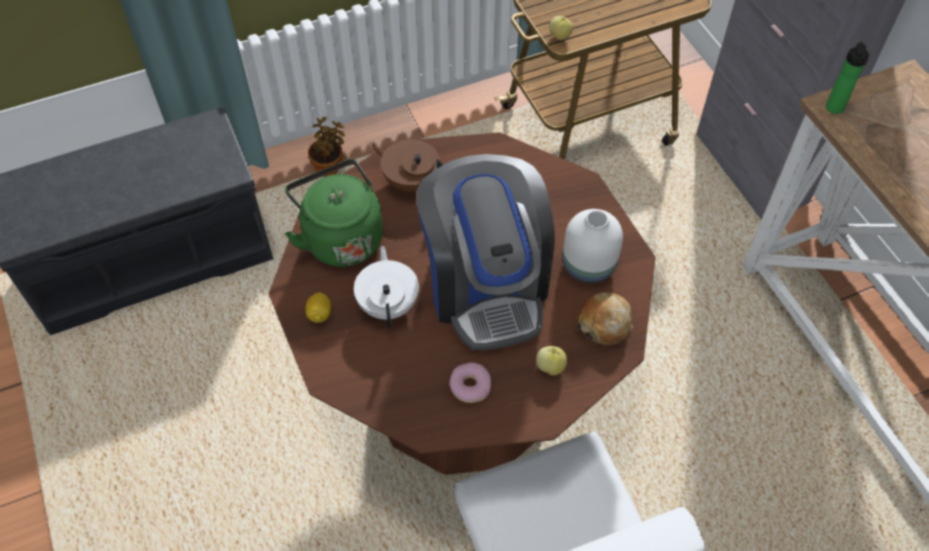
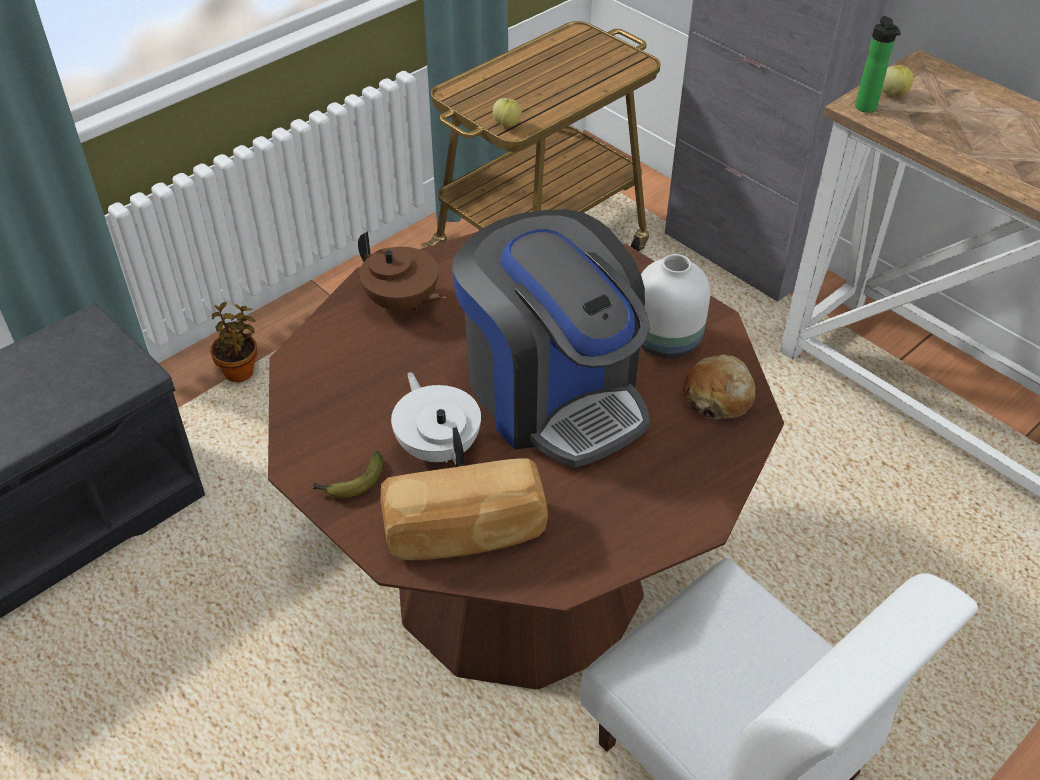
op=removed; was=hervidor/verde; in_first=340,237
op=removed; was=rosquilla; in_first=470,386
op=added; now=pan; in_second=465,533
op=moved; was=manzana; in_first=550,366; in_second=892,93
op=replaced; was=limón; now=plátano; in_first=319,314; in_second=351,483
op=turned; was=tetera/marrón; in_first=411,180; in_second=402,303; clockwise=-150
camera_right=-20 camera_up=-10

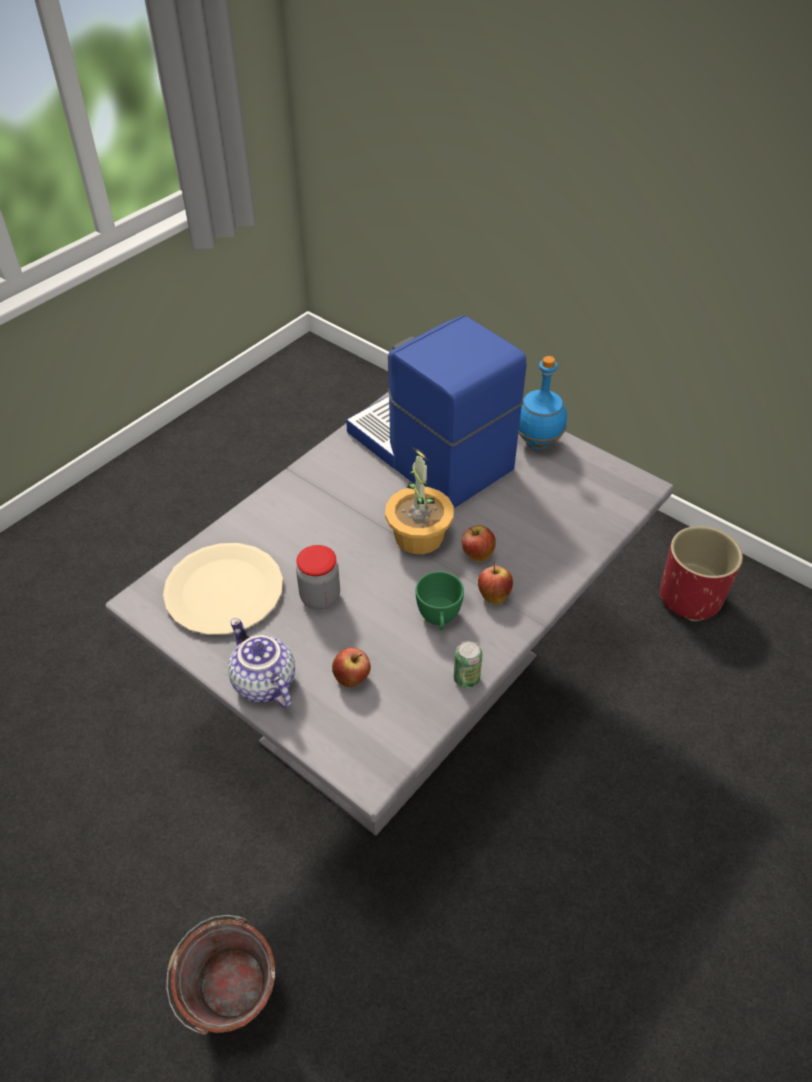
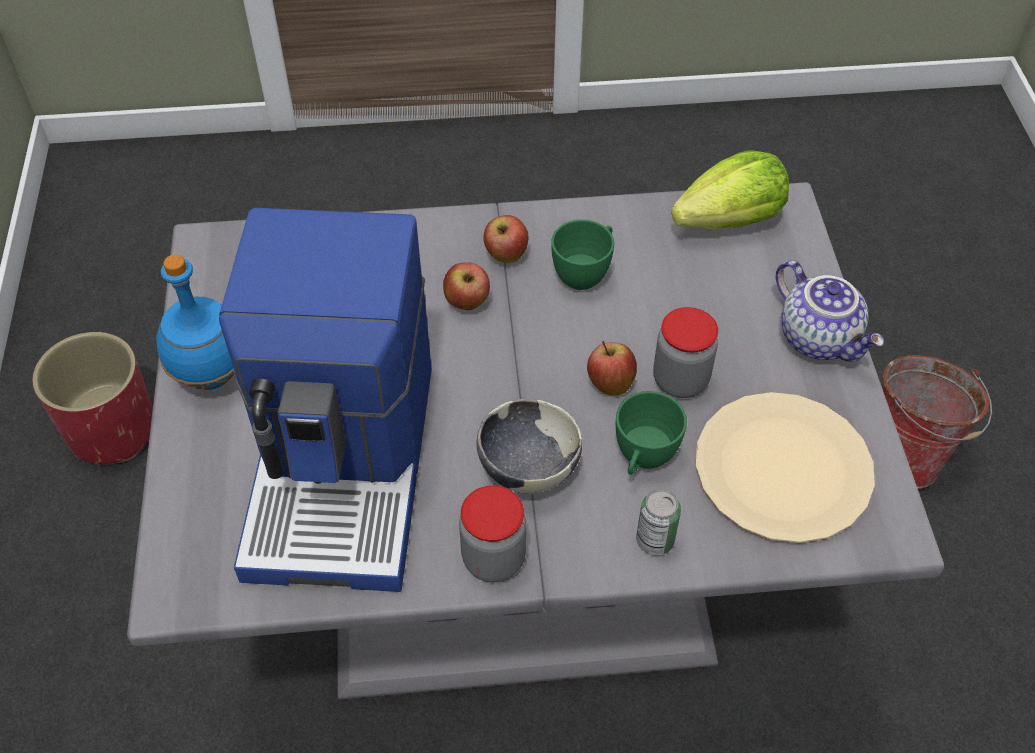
op=removed; was=planta en maceta; in_first=418,536
op=added; now=tarro; in_second=493,559
op=added; now=cuenco; in_second=528,468
op=added; now=taza/verde; in_second=643,459
op=added; now=lechuga; in_second=730,221
op=moved; was=manzana; in_first=352,679; in_second=610,383
op=moved; was=lata; in_first=466,679; in_second=655,540
op=turned; was=tetera; in_first=262,683; in_second=820,338; clockwise=-45
camera_right=-135 camera_up=5

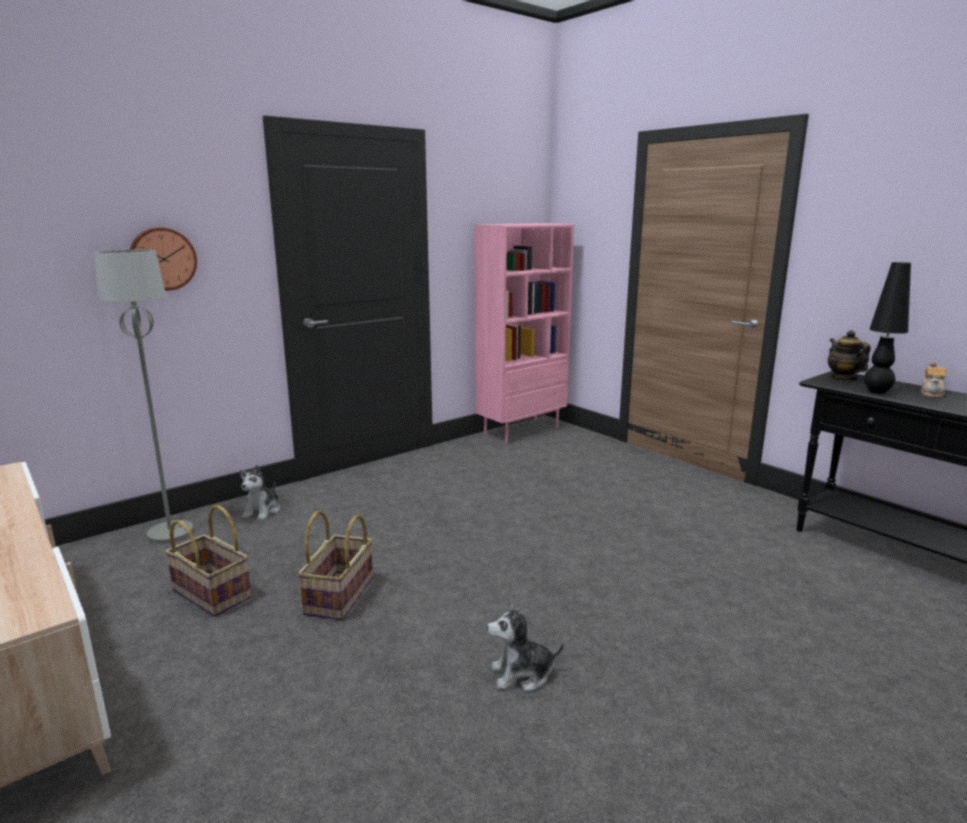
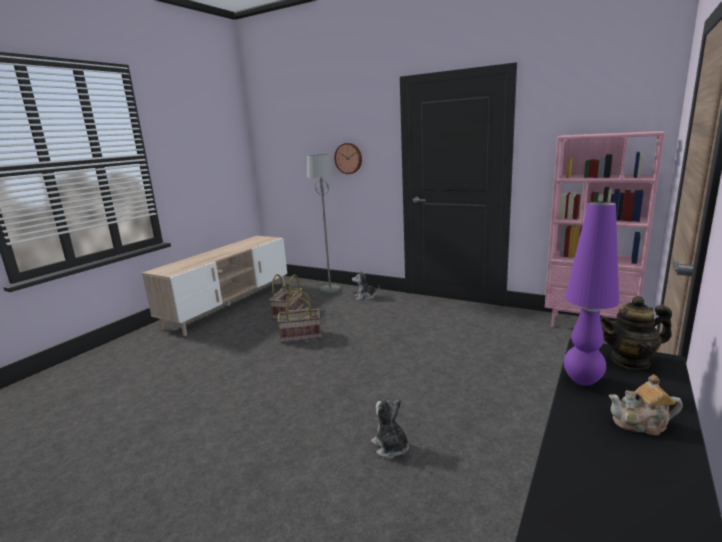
op=moved; was=peluche; in_first=522,674; in_second=391,447
op=recoloured; was=lámpara de mesa/negro; now=lámpara de mesa/morado; in_first=876,391; in_second=582,380
op=turned; was=tetera; in_first=843,378; in_second=630,361; clockwise=-150
camera_right=70 camera_up=0

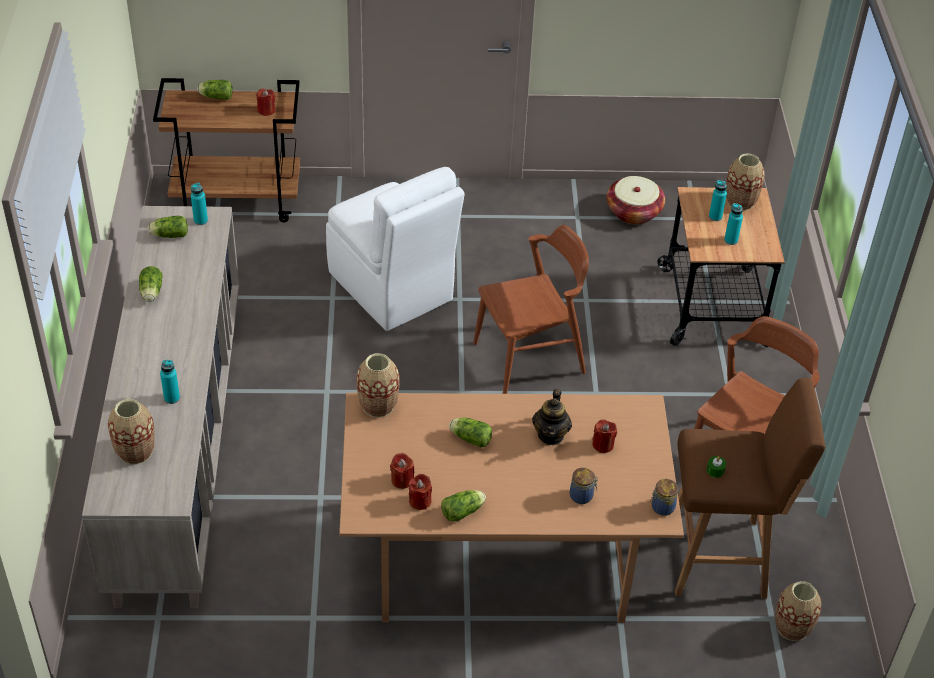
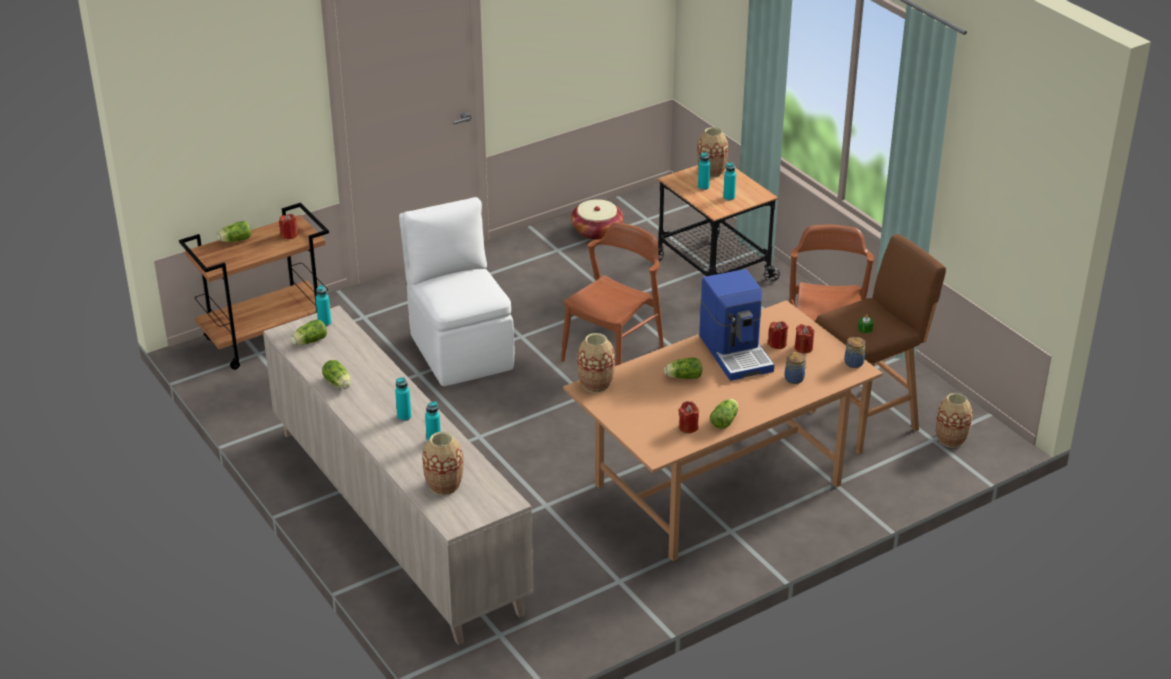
op=added; now=botella/turquesa; in_second=404,417
op=moved; was=vela/rojo; in_first=402,480; in_second=803,348
op=replaced; was=tetera; now=cafetera; in_first=551,435; in_second=736,352
op=turned; was=silla/blanco; in_first=392,288; in_second=460,350; clockwise=-135
camera_right=-30 camera_up=-10

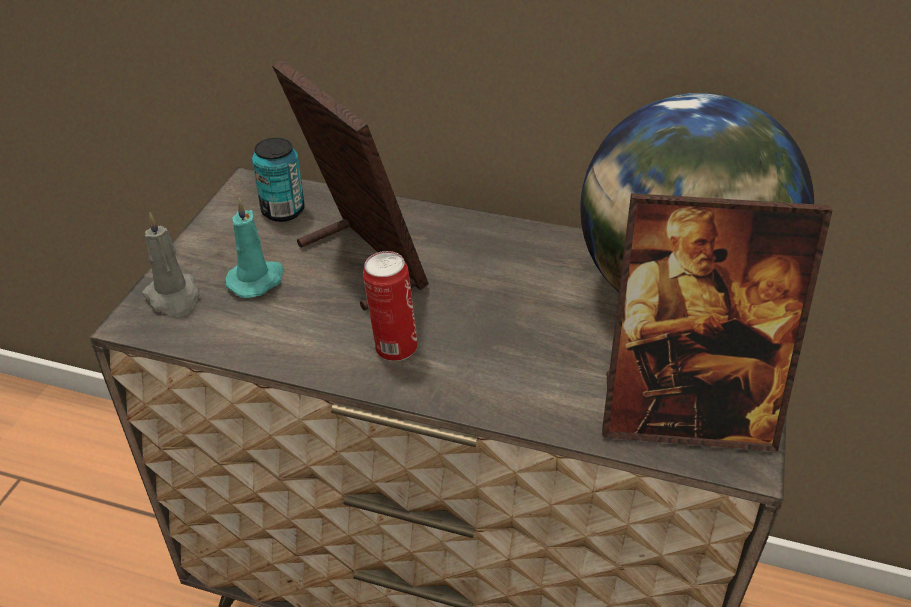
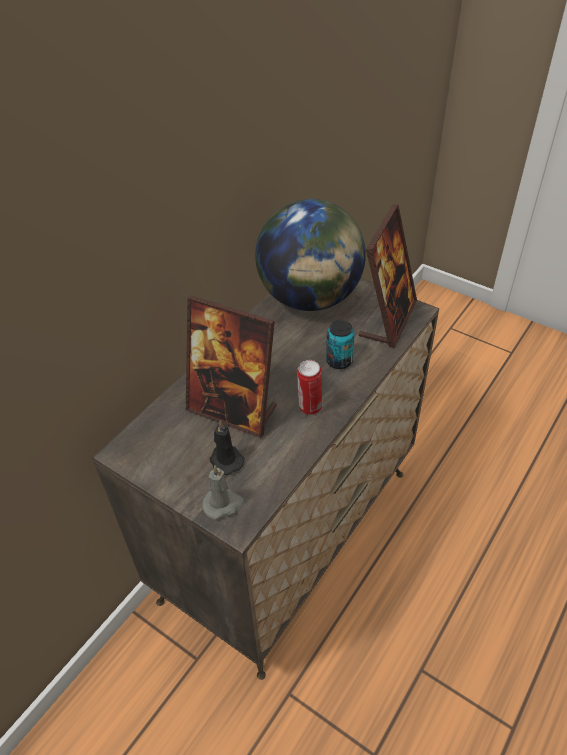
op=moved; was=lata; in_first=283,211; in_second=339,361
op=recoloured; was=vela/turquesa; now=vela/negro; in_first=257,280; in_second=225,460
op=turned; was=portarretratos; in_first=359,263; in_second=233,410; clockwise=-135
camera_right=-70 camera_up=5

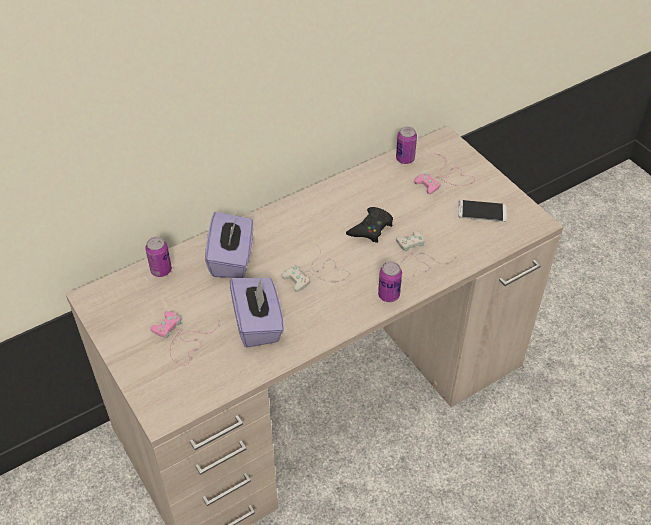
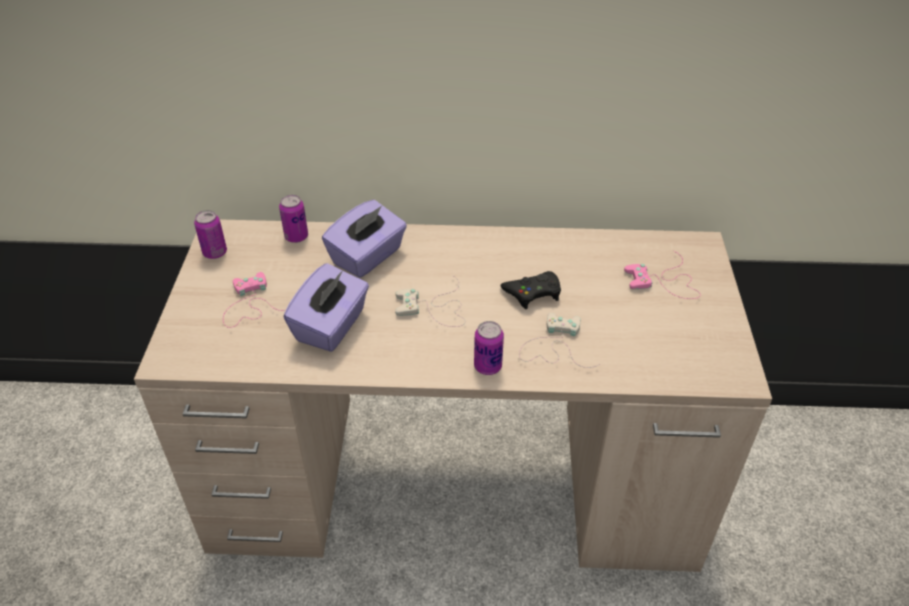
op=removed; was=móvil; in_first=482,211
op=moved; was=lata; in_first=405,159; in_second=215,253
camera_right=35 camera_up=-5

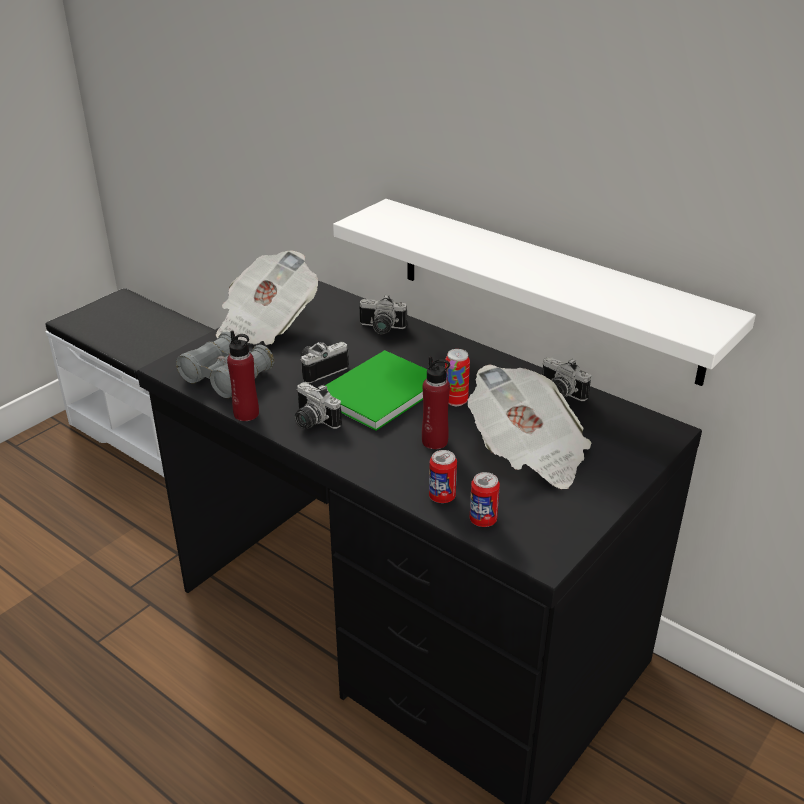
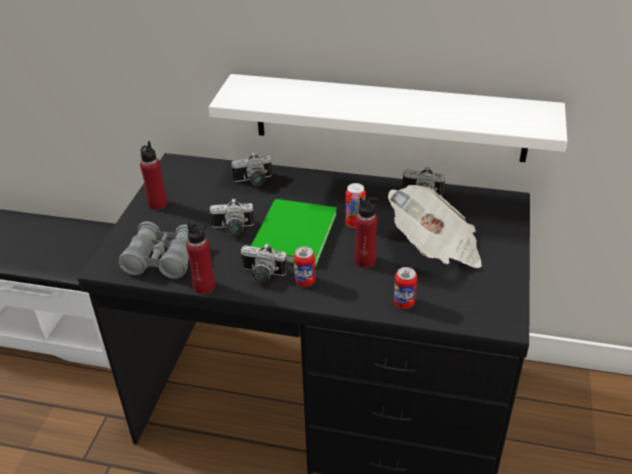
op=moved; was=lata; in_first=483,520; in_second=305,281
op=replaced; was=periódico; now=botella/rojo; in_first=266,324; in_second=157,204
op=turned; was=cámara; in_first=320,369; in_second=232,229; clockwise=-120
camera_right=-25 camera_up=5

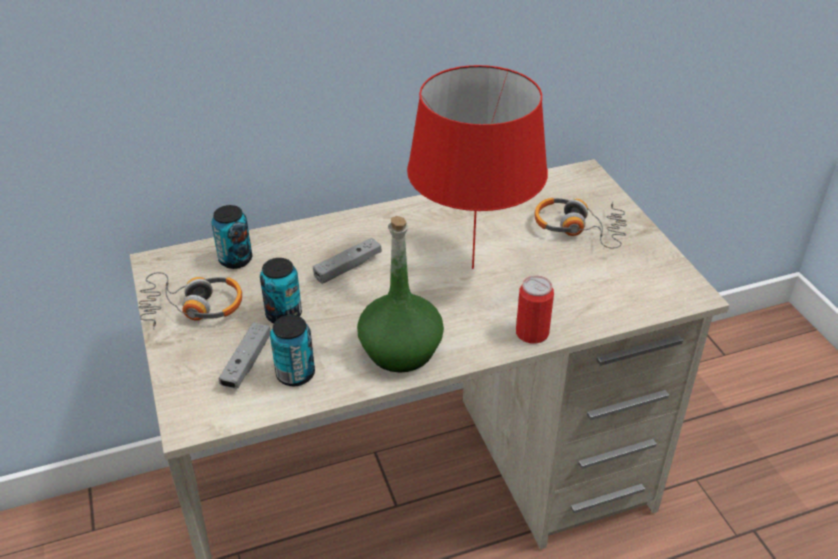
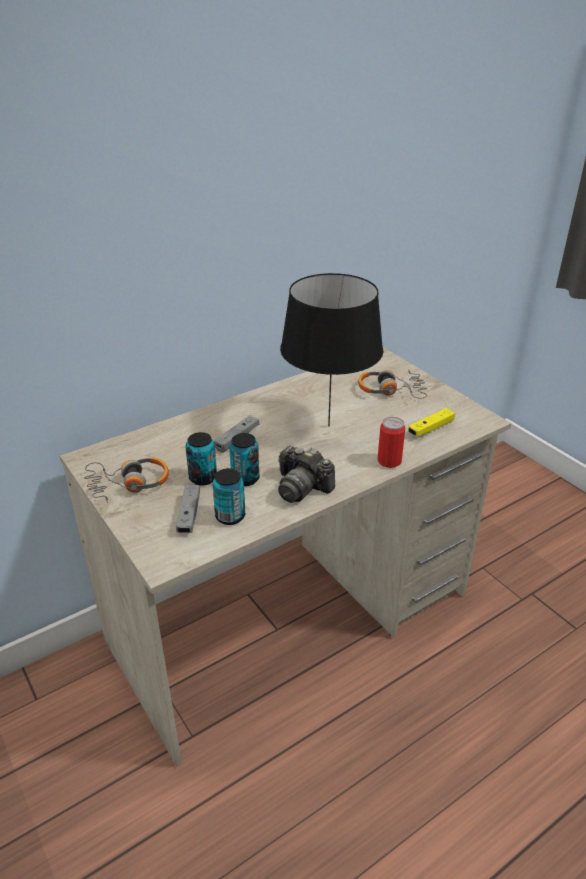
op=added; now=mando de consola/amarillo; in_second=430,428
op=moved; was=lata; in_first=235,260; in_second=245,479
op=replaced; was=botella/verde; now=cámara; in_first=401,350; in_second=302,487
op=recoloured; was=lámpara de mesa/rojo; now=lámpara de mesa/negro; in_first=474,268; in_second=330,426
camera_right=-15 camera_up=-5

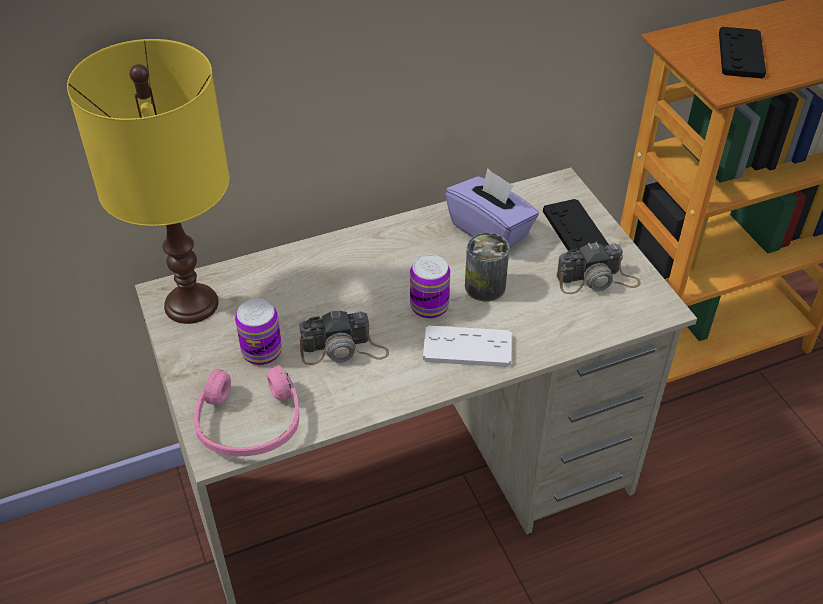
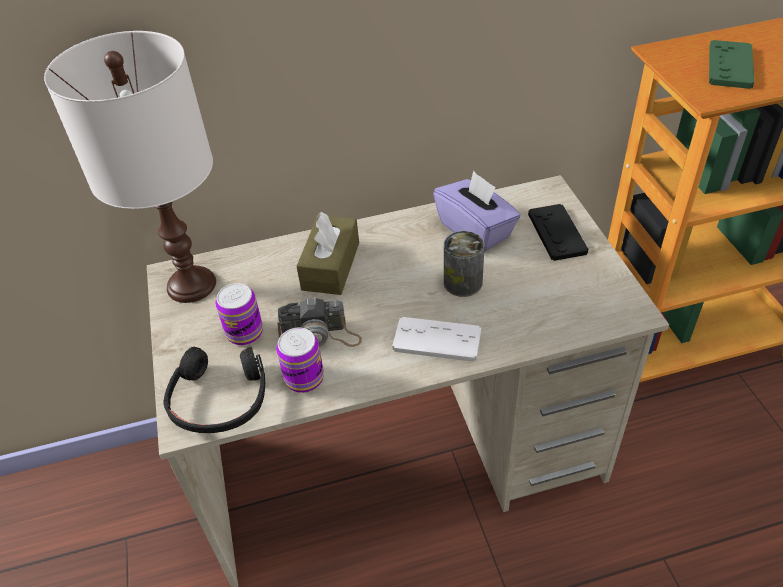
op=removed; was=cámara; in_first=597,280
op=added; now=caja de pañuelos/marrón; in_second=331,266
op=moved; was=lata; in_first=429,306; in_second=304,378
op=recoloured; was=lámpara de mesa/amarillo; now=lámpara de mesa/blanco; in_first=190,303; in_second=191,284
op=recoloured; was=auriculares/rosa; now=auriculares/negro; in_first=249,422; in_second=219,399
op=recoloured; was=mando de consola/negro; now=mando de consola/verde; in_first=741,54; in_second=730,66
camera_right=10 camera_up=0

